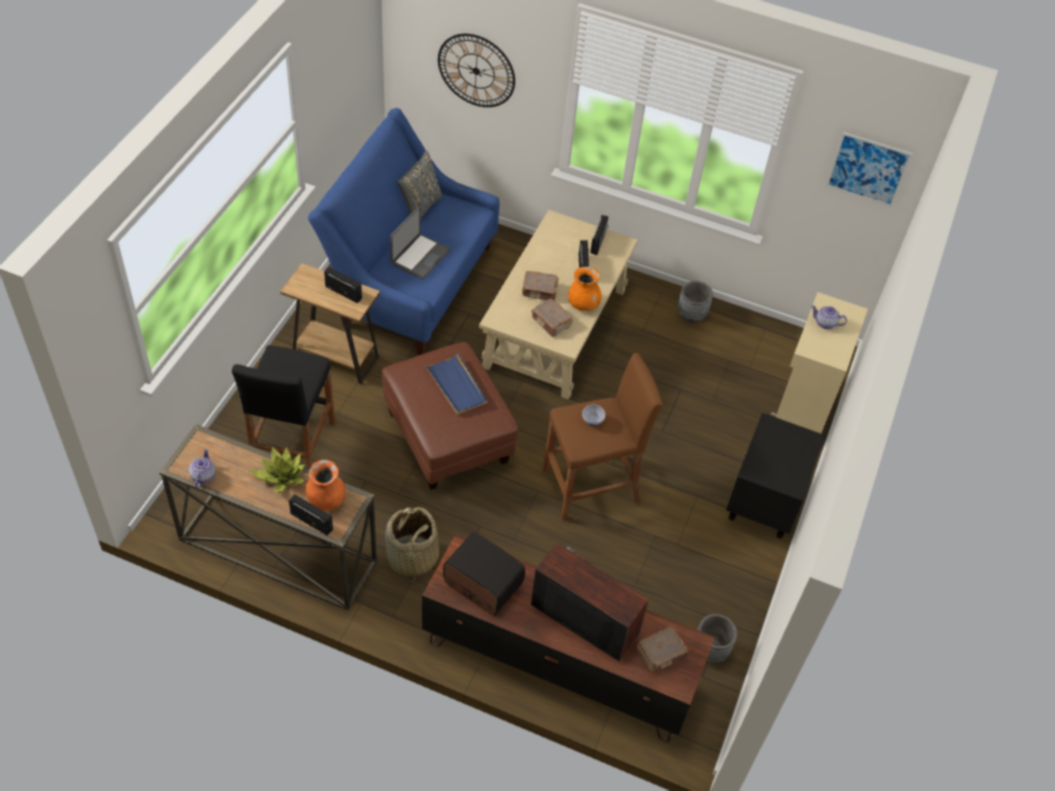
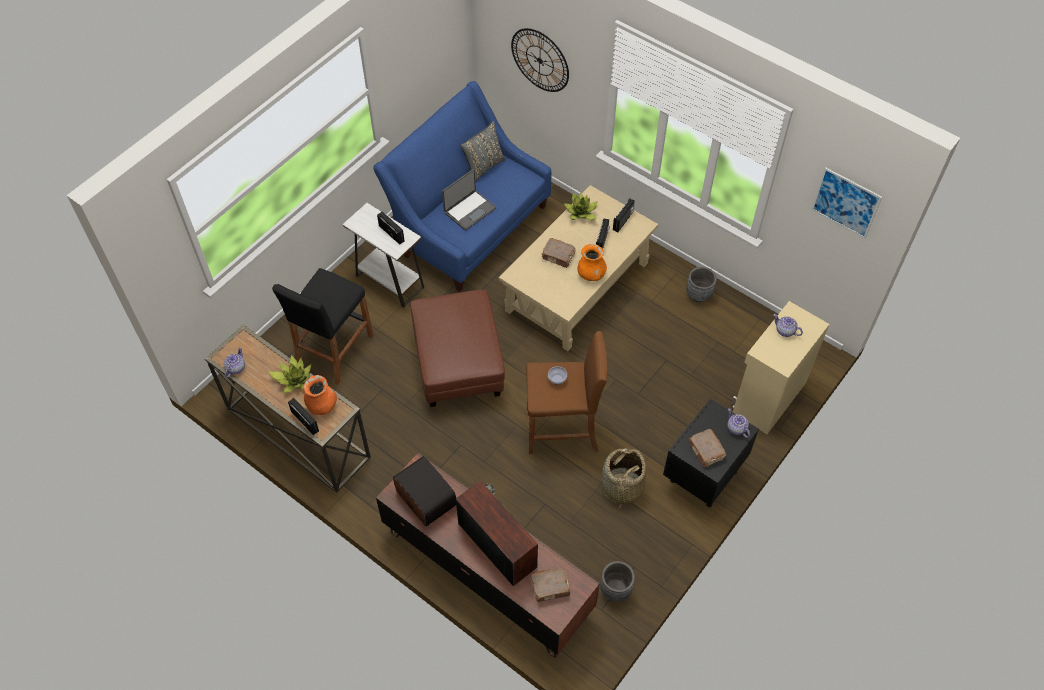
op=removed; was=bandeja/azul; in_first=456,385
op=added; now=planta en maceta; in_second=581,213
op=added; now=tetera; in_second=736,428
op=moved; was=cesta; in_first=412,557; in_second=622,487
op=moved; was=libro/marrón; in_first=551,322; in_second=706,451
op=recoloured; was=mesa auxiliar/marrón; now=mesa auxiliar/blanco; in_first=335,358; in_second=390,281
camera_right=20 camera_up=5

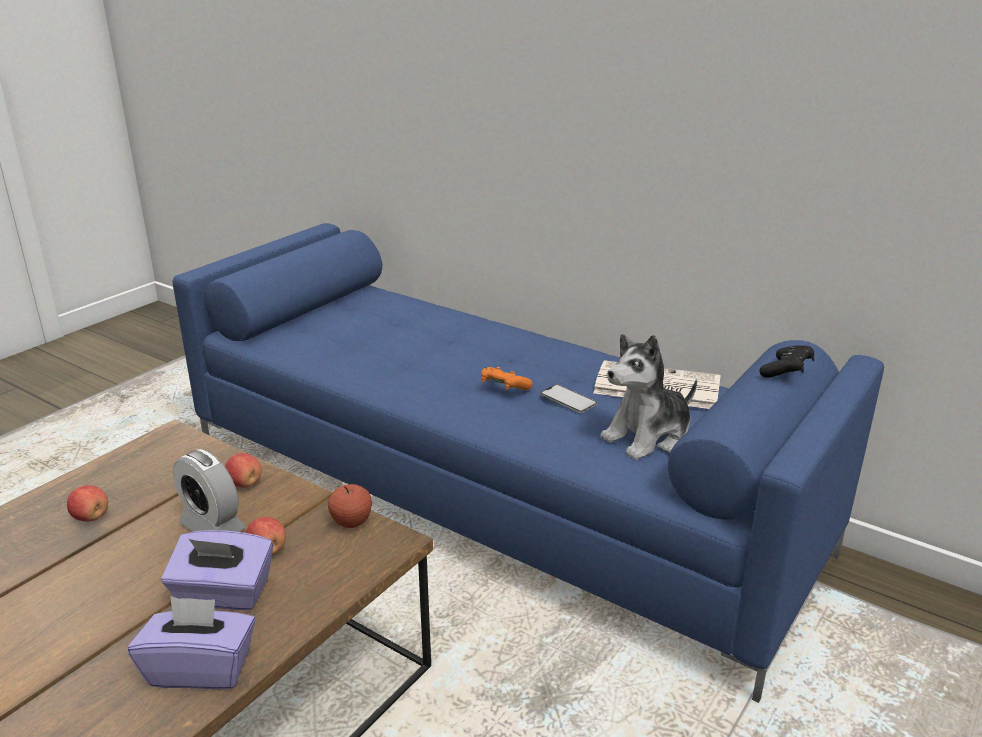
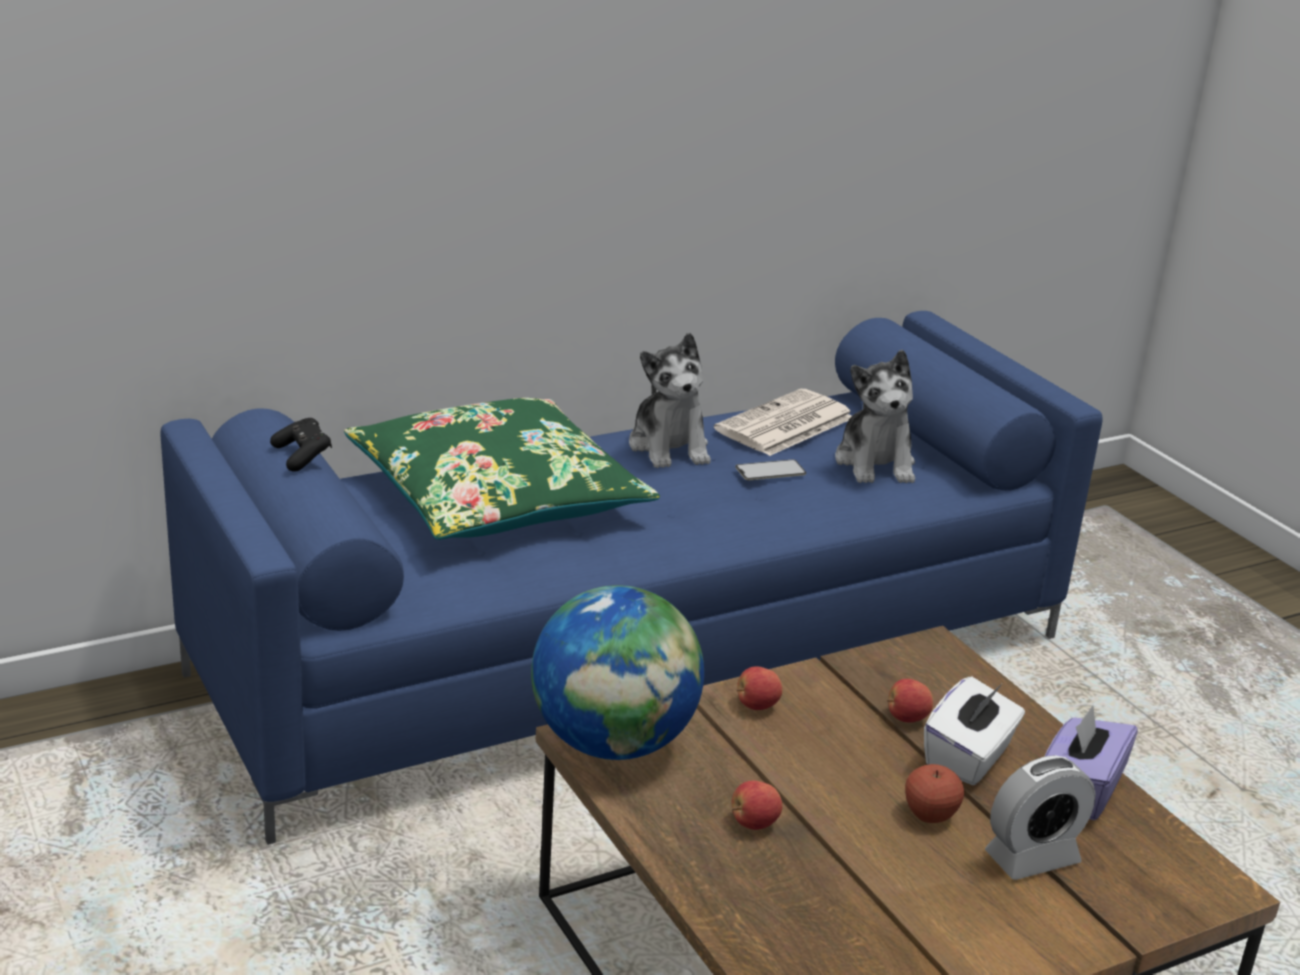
op=removed; was=mando de consola/naranja; in_first=504,388
op=added; now=cojín/verde; in_second=497,497
op=added; now=globo terráqueo; in_second=613,743
op=added; now=peluche; in_second=669,447
op=moved; was=despertador; in_first=212,527; in_second=1032,858
op=moved; was=manzana; in_first=351,522; in_second=930,815
op=moved; was=mando de consola/negro; in_first=786,372; in_second=302,456
op=recoloured; was=caja de pañuelos/morado; now=caja de pañuelos/blanco; in_first=223,594; in_second=969,758
camera_right=-65 camera_up=0

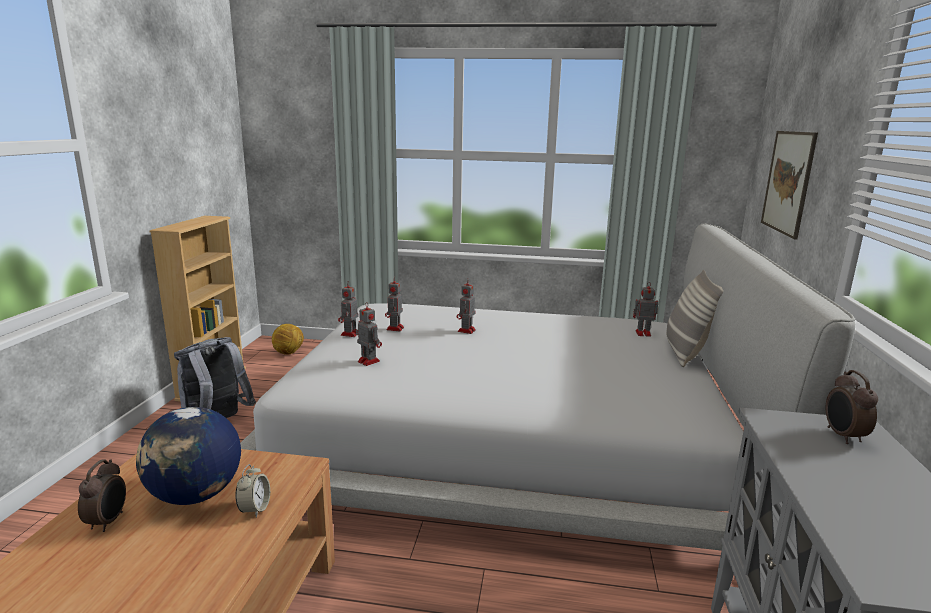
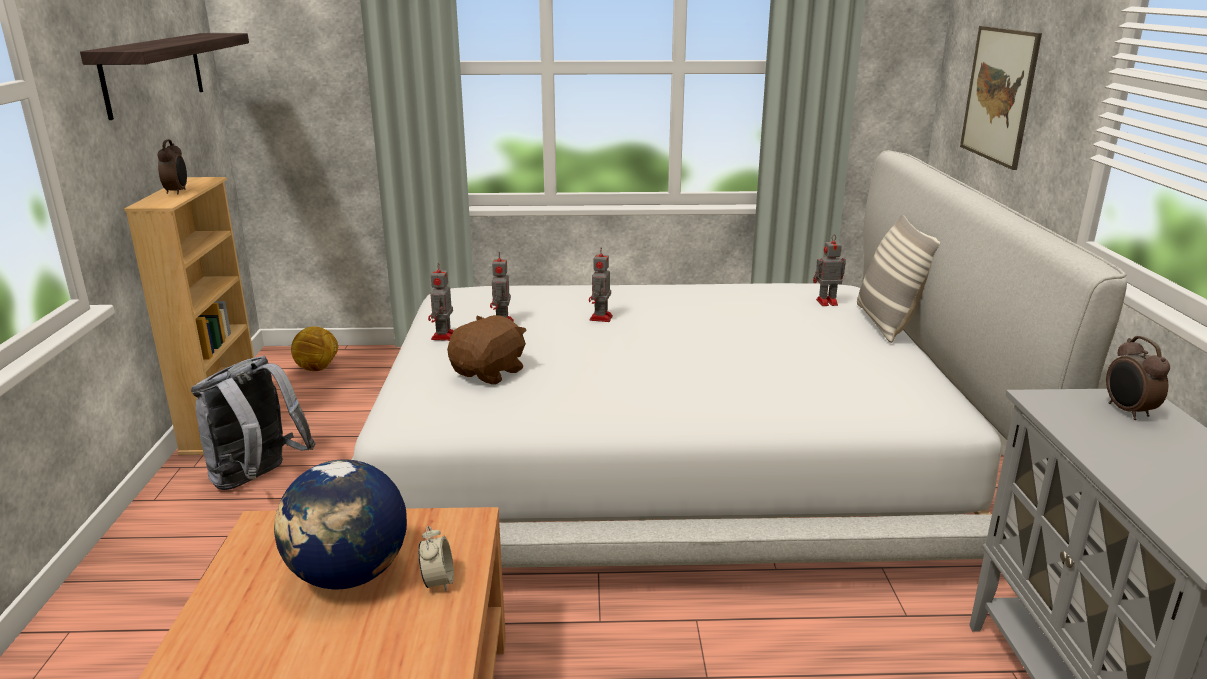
op=added; now=estante; in_second=154,73
op=moved; was=despertador; in_first=108,521; in_second=177,192
op=replaced; was=robot de juguete; now=peluche/marrón; in_first=368,361; in_second=490,372
camera_right=-10 camera_up=5

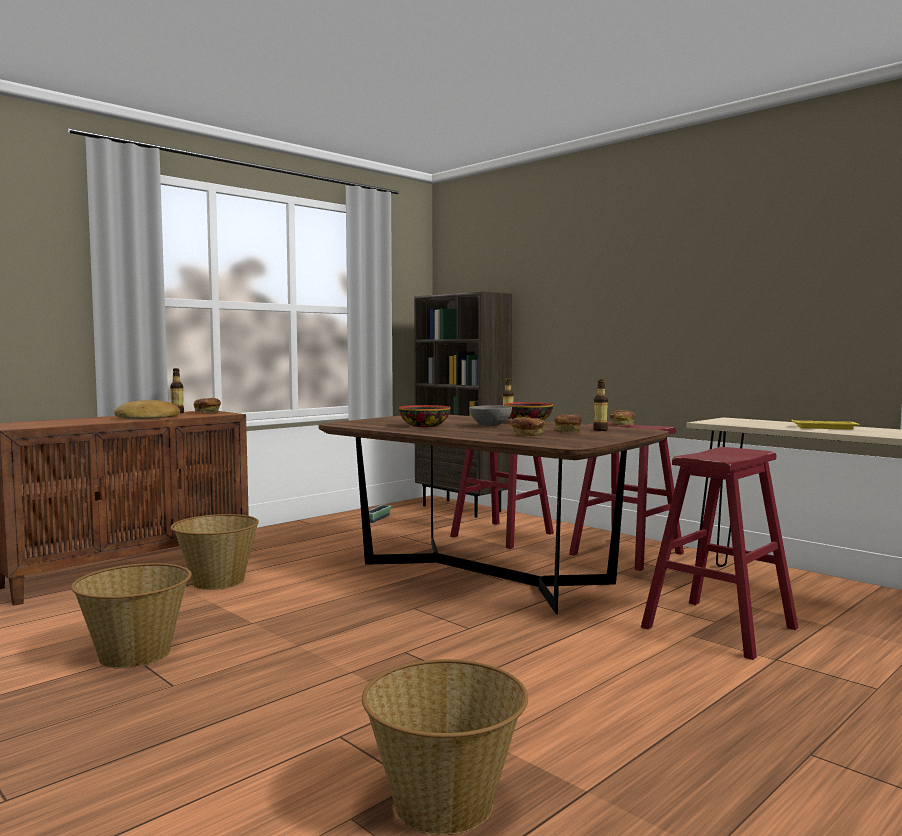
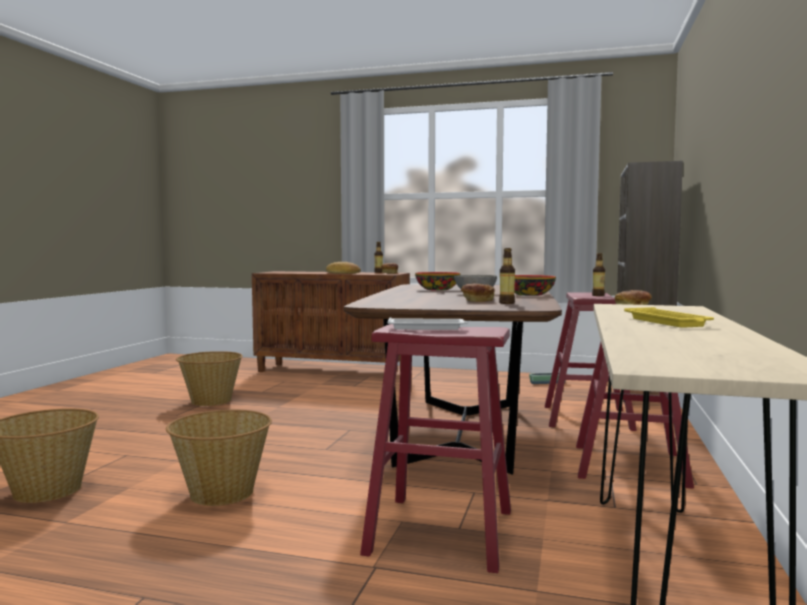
op=removed; was=pan; in_first=527,434
op=added; now=bandeja/blanco; in_second=427,328
op=moved; was=cesta; in_first=217,581; in_second=222,492
camera_right=60 camera_up=0

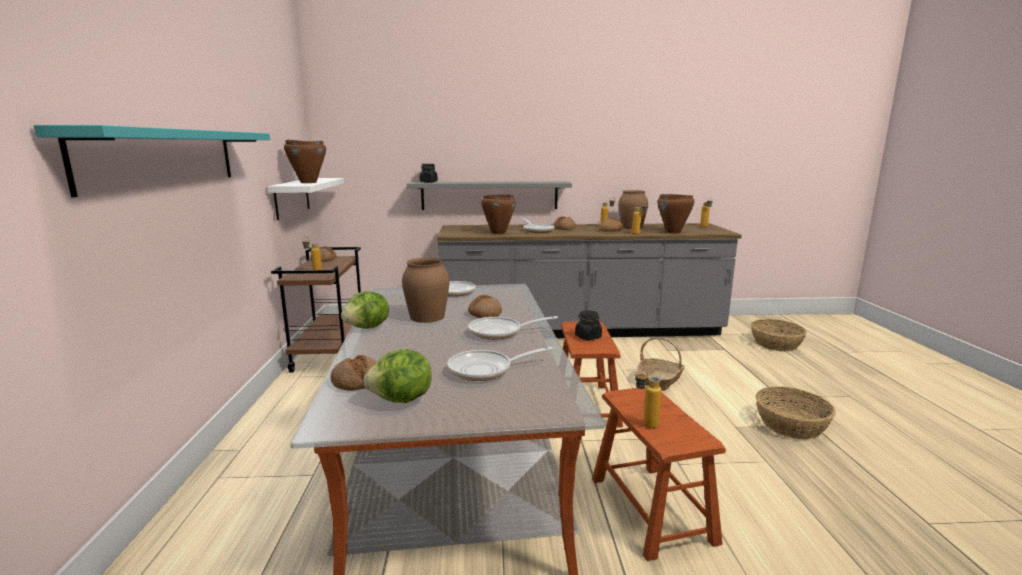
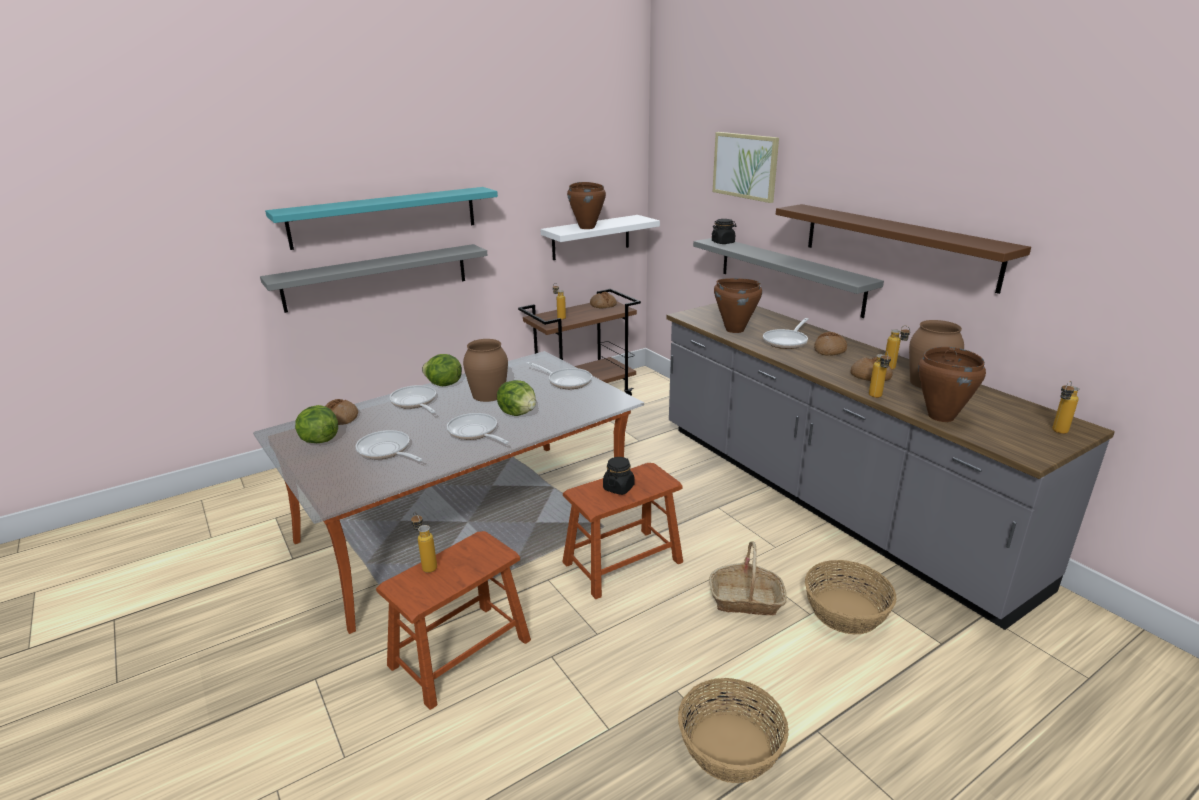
op=added; now=estante/gris; in_second=377,277
op=added; now=sartén; in_second=415,402
op=added; now=cuadro; in_second=745,166
op=added; now=estante/marrón; in_second=897,245
op=moved; was=cesta; in_first=775,344; in_second=846,611
op=replaced; was=pan; now=lechuga; in_first=484,314; in_second=518,413
camera_right=60 camera_up=10

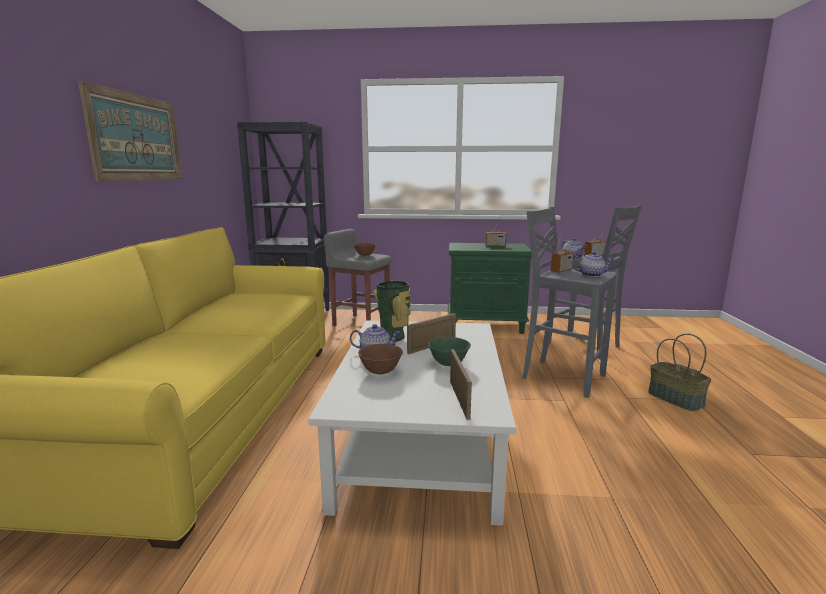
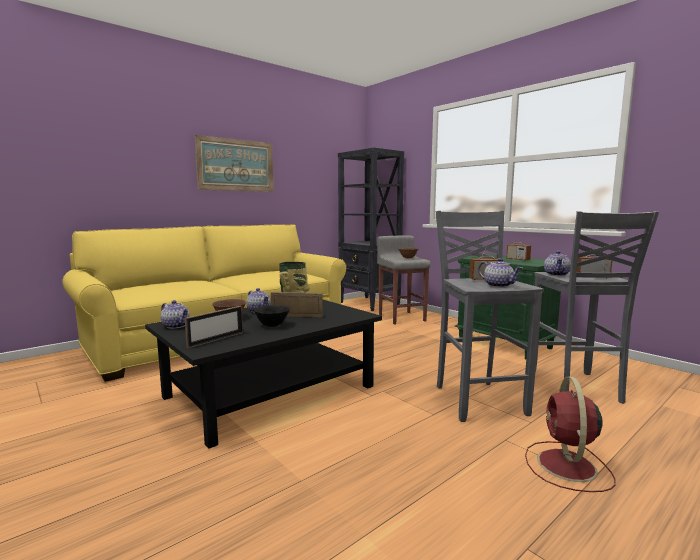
op=added; now=tetera; in_second=176,326
op=replaced; was=cesta; now=ventilador/rojo; in_first=676,399; in_second=567,467
op=recoloured; was=mesa de centro/blanco; now=mesa de centro/negro; in_first=419,444; in_second=270,391
op=recoloured; was=cuenco/verde; now=cuenco/negro; in_first=449,364; in_second=272,325
camera_right=45 camera_up=-5

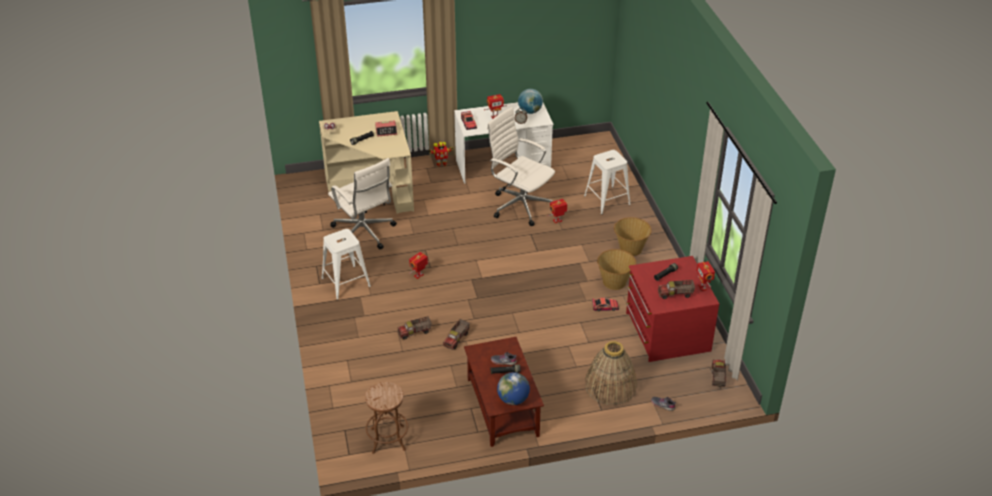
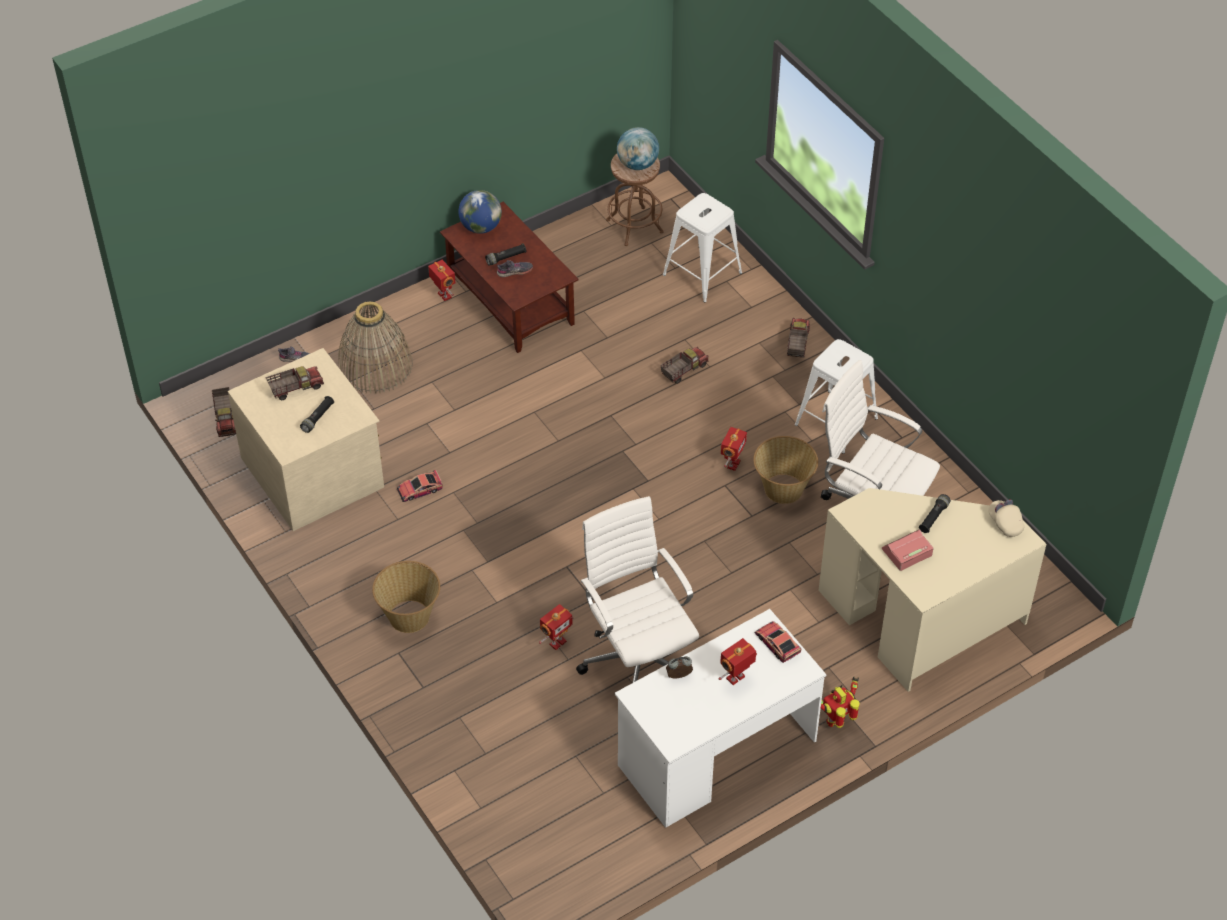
op=moved; was=camión de juguete; in_first=457,339; in_second=797,344
op=moved; was=globo terráqueo; in_first=530,111; in_second=637,164
op=moved; was=taburete/blanco; in_first=607,200; in_second=702,274
op=moved; was=cesta; in_first=614,282; in_second=783,489
op=moved; was=robot de juguete; in_first=703,287; in_second=443,296
op=recoloured; was=cómoda/rojo; now=cómoda/beis; in_first=666,332; in_second=314,471
op=turned; was=silla de oficina/blanco; in_first=520,205; in_second=639,660; clockwise=-135
camera_right=160 camera_up=10

